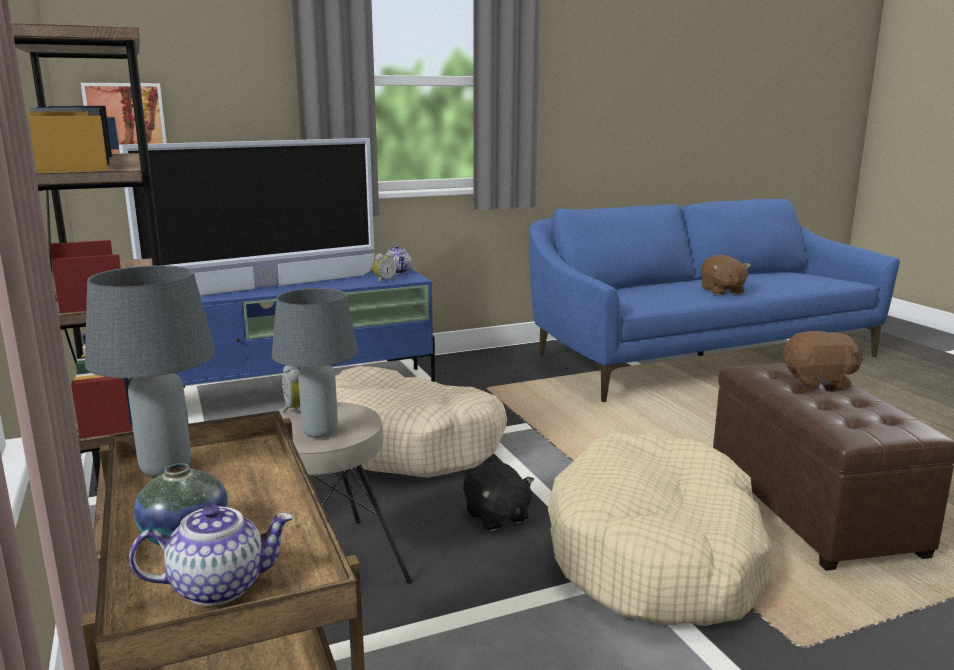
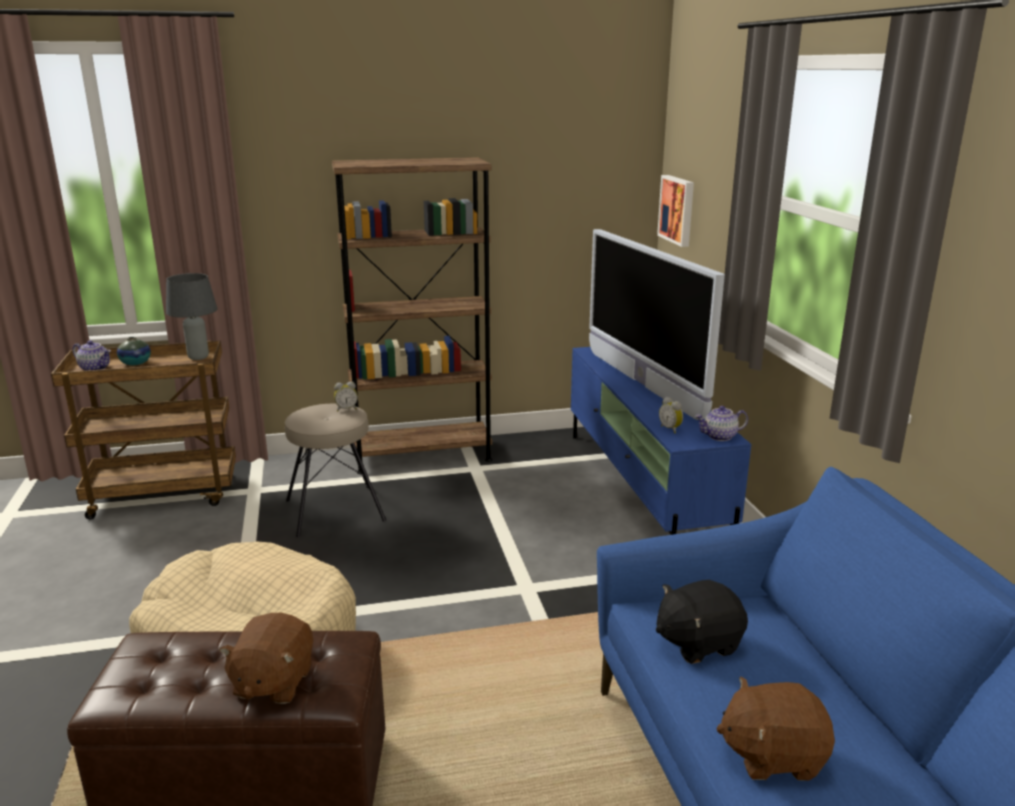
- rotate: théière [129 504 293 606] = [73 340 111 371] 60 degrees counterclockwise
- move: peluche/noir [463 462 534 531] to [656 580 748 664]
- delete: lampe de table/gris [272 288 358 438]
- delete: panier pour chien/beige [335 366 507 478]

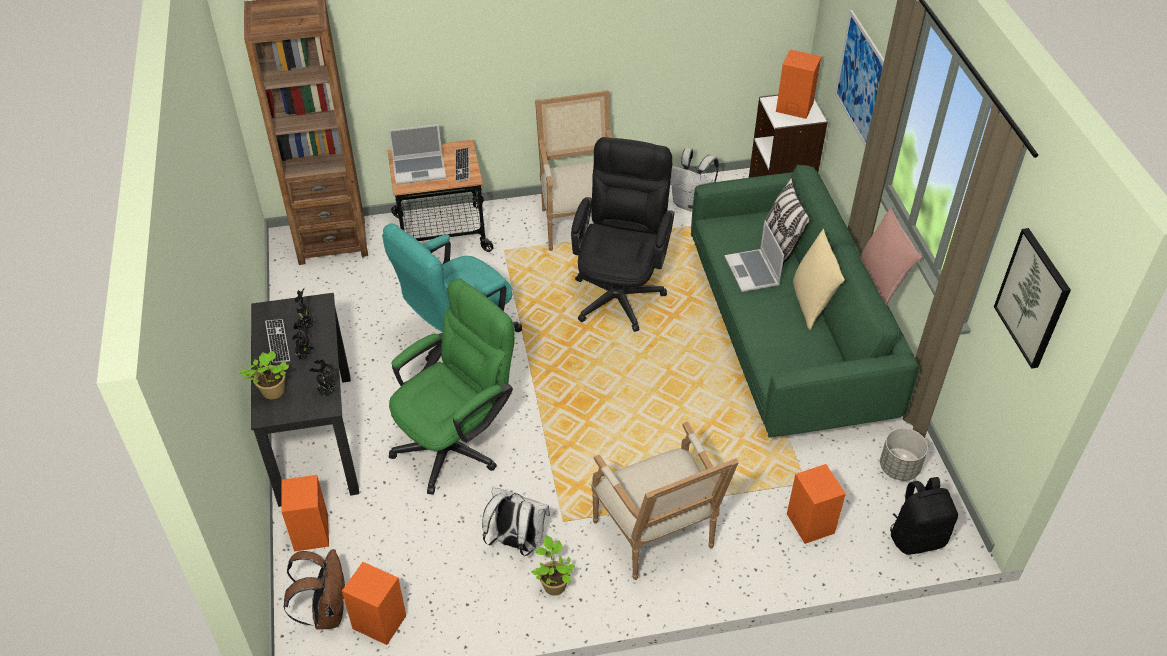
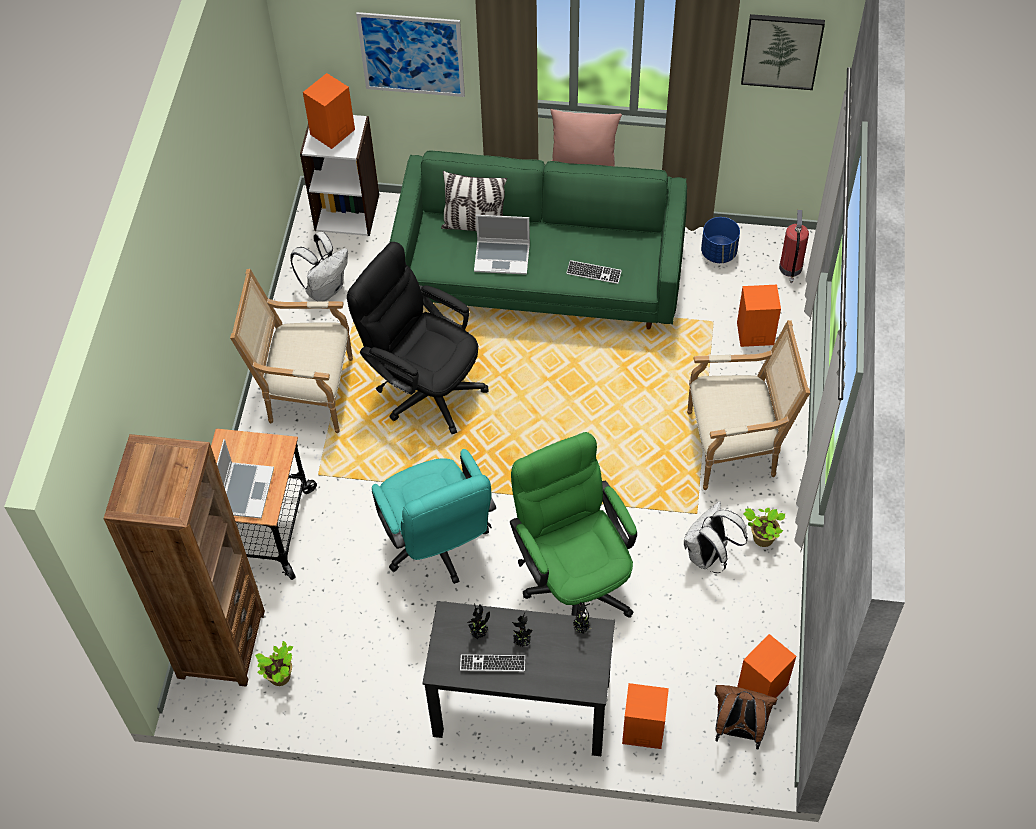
- move: plante en pot [239 351 289 399] to [255 641 293 686]
- move: clavier [455 147 470 182] to [566 260 622 284]
- recolor: cache-pot/gris [880 428 928 481] to cache-pot/bleu [701 217 740 263]
- replace: sac à dos/noir [890 477 958 555] to extincteur [779 210 809 283]
- delete: coussin/beige [793 229 845 330]

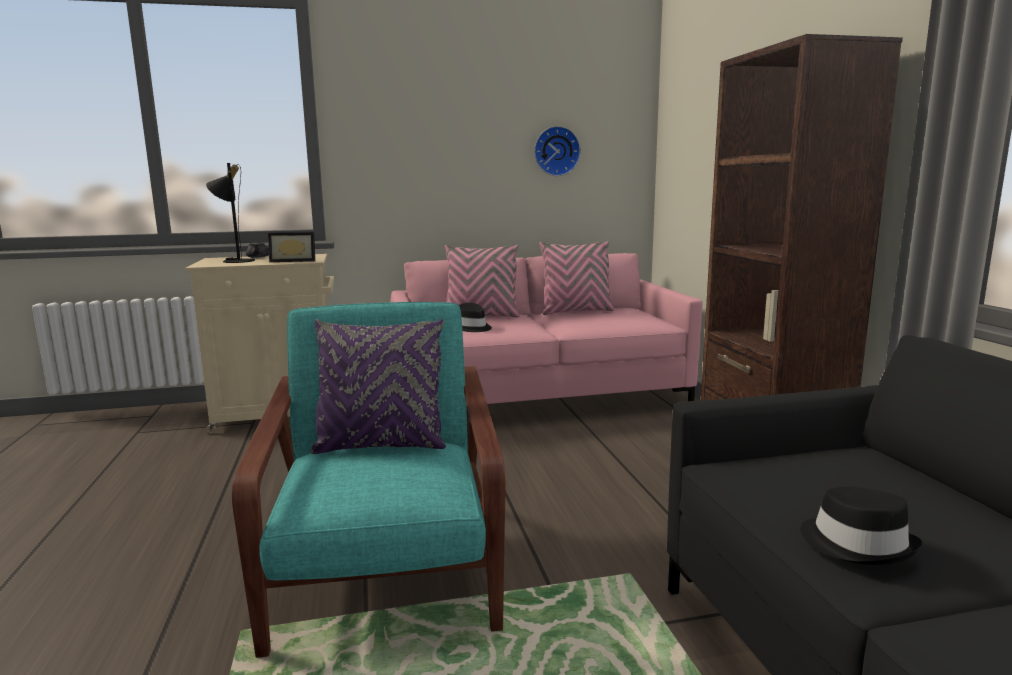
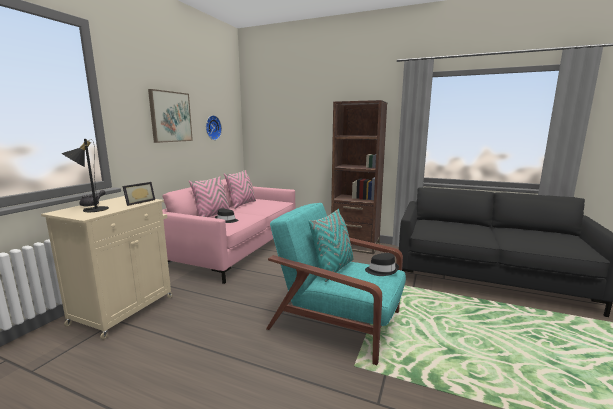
- insert: tableau [148 89 193 143]
- recolor: coussin/violet [310 319 446 454] to coussin/turquoise [308 209 354 282]
- move: chapeau/noir [800 487 923 565] to [365 253 399 276]

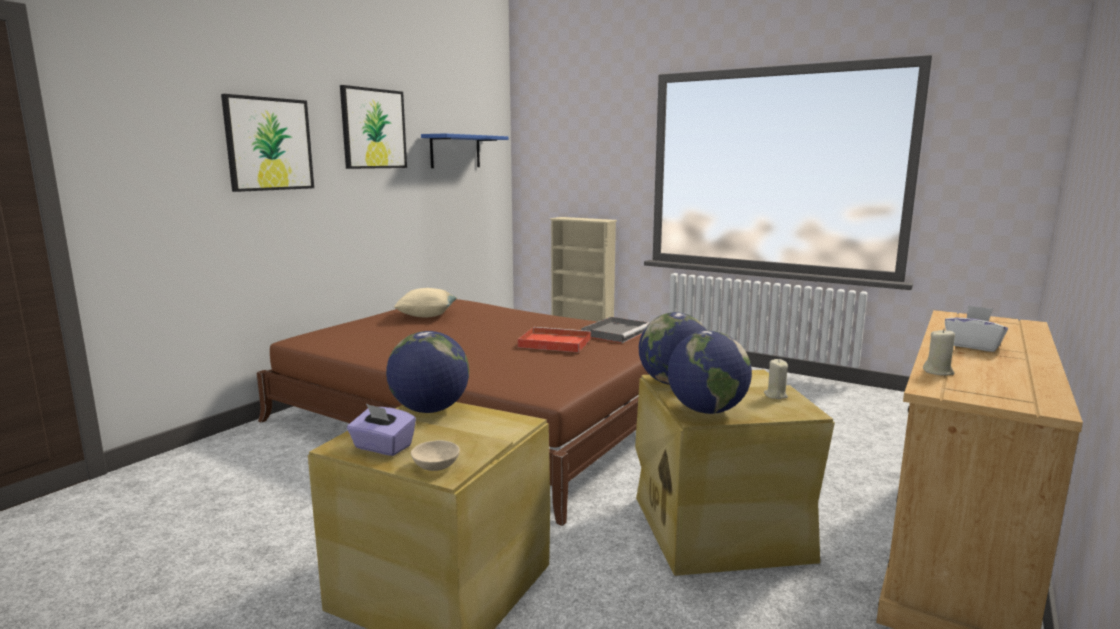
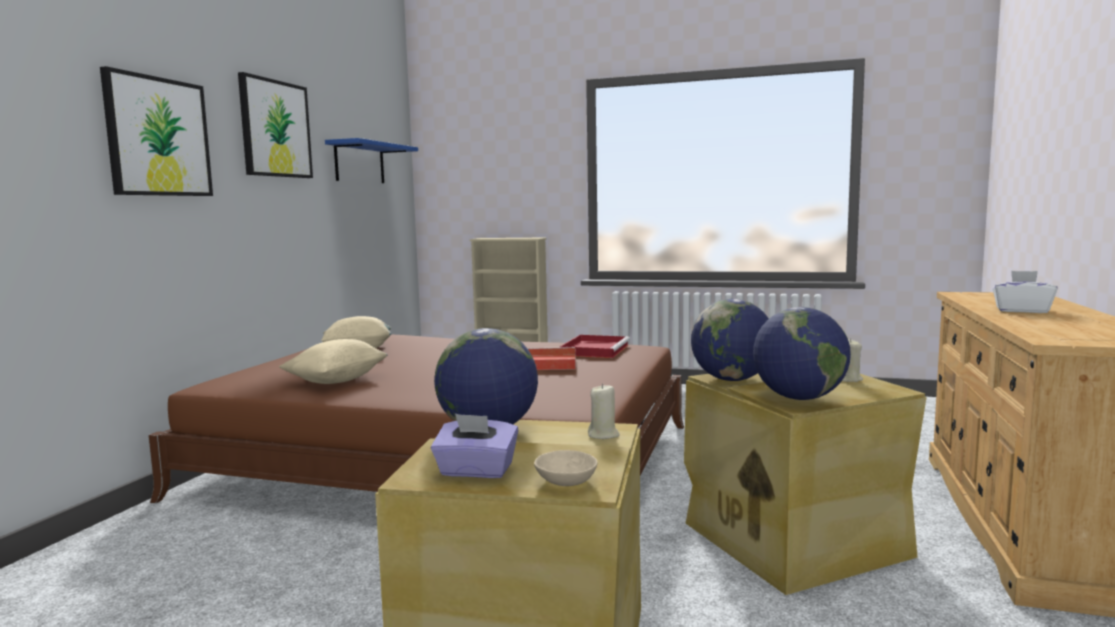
- insert: coussin/beige [279 339 387 384]
- recolor: plateau/gris [581 317 650 343] to plateau/rouge [560 335 630 358]
- move: bougie/beige [923 329 955 375] to [588 384 620 439]

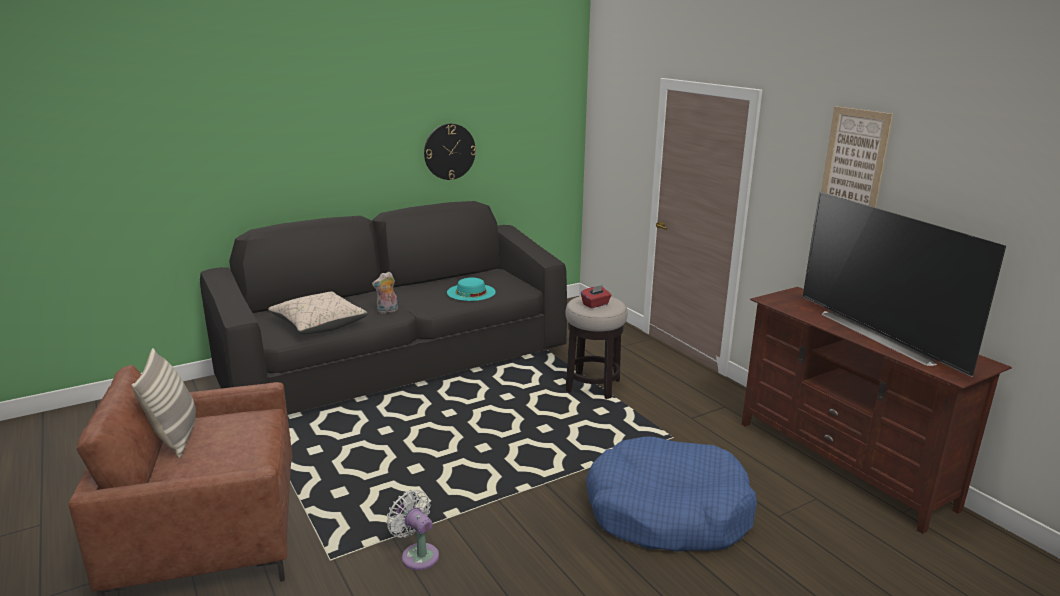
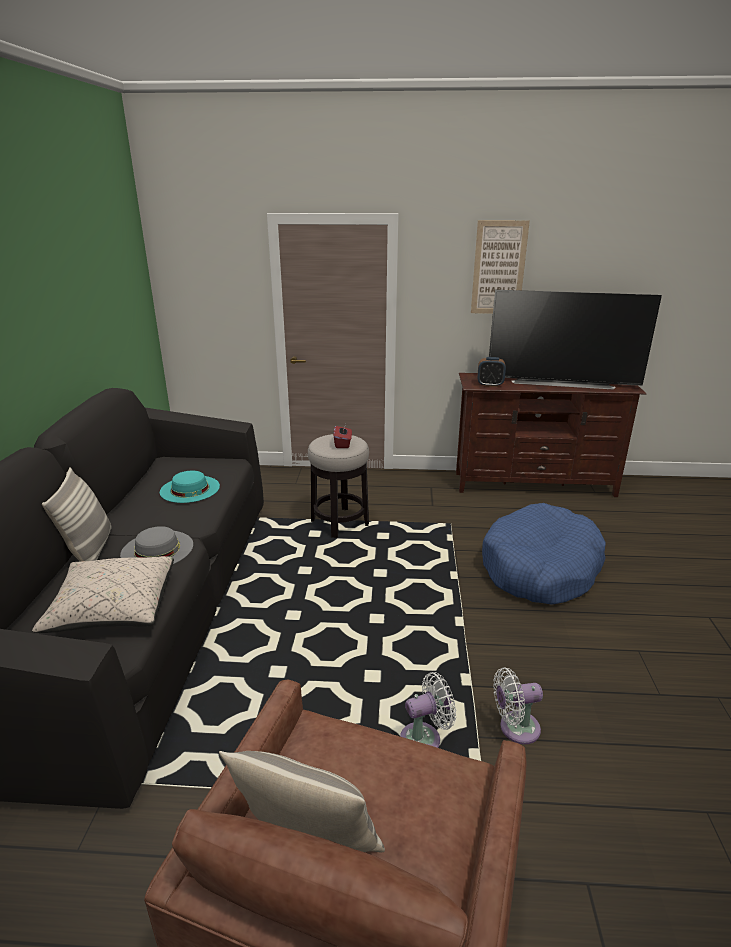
- insert: coussin [42 467 112 561]
- replace: peluche [372 272 398 314] to chapeau/gris [120 526 193 564]
- insert: ventilateur/blanc [400 672 456 748]
- insert: réveil [478 357 506 387]
- delete: horloge murale [424 124 476 180]

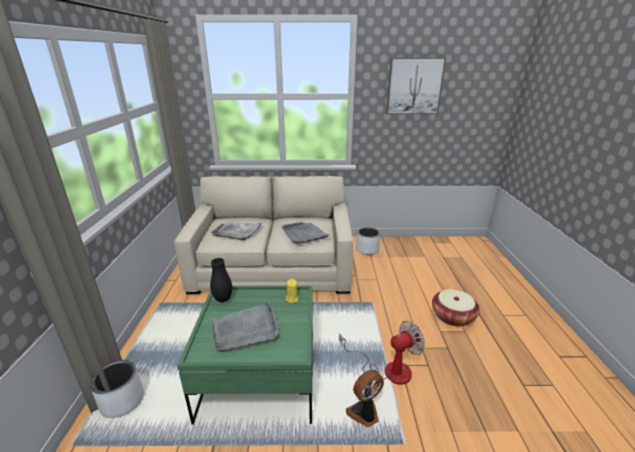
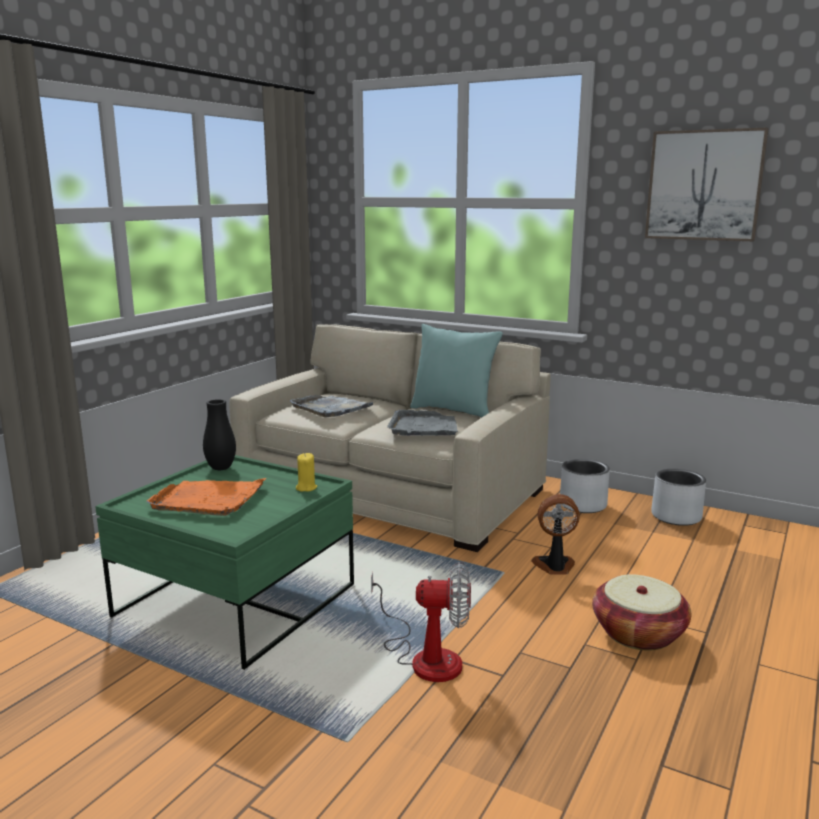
- recolor: plateau/gris [213 301 279 352] to plateau/orange [146 478 267 516]
- insert: coussin/turquoise [410 324 503 418]
- move: ventilateur [346 369 384 427] to [531 494 580 575]
- move: cache-pot/gris [90 360 144 418] to [651 469 706 526]

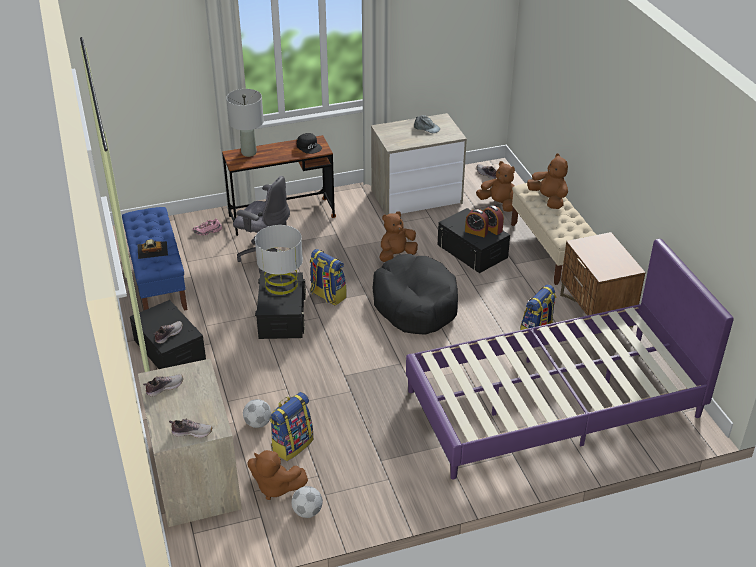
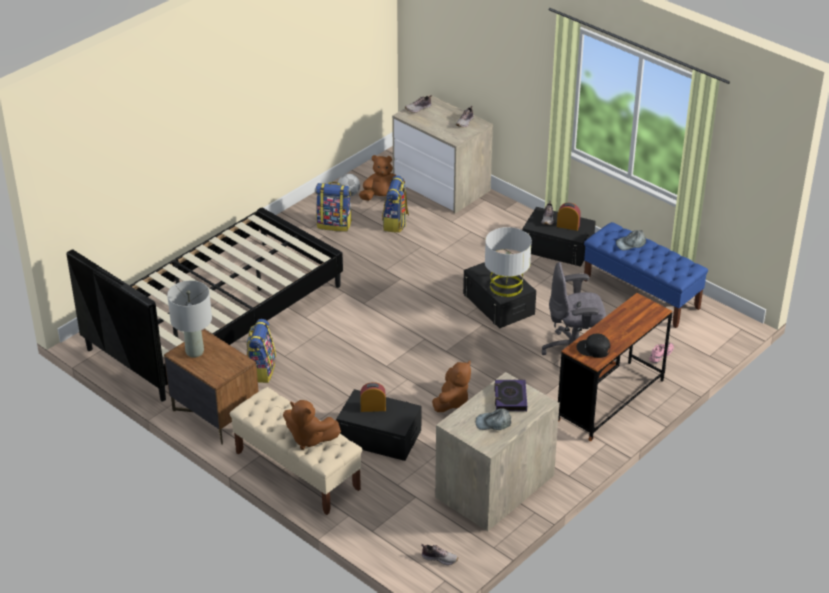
- recolor: lit/violet [406 239 734 479] to lit/noir [67 208 343 402]
- move: lampe de table/gris [226 89 264 157] to [167 281 212 358]
- move: sac à dos [310 249 346 306] to [316 182 352 232]
- insert: livre [494 380 527 411]
- move: réveil [483 205 504 235] to [557 203 581 231]
- replace: petite voiture [138 239 168 259] to casquette/gris [616 230 646 250]
- delete: ballon de foot [243 399 271 428]
- delete: panier pour chien/noir [372 254 458 335]
- delete: peluche/marron [476 161 515 212]

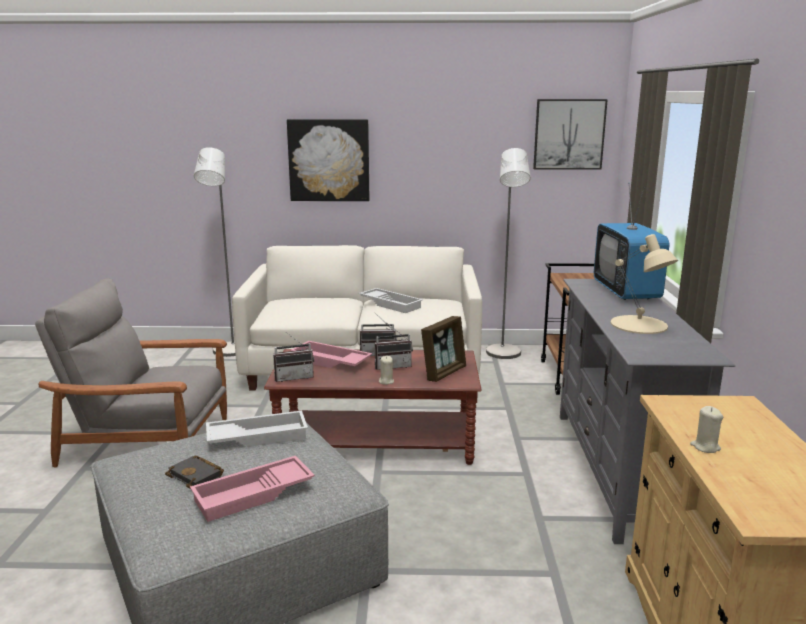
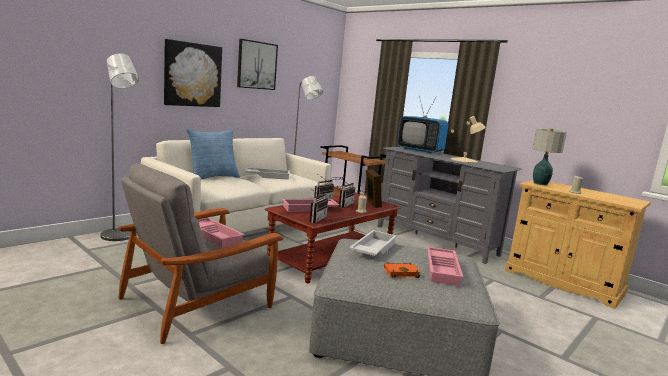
- insert: coussin [186 129 240 179]
- insert: plateau/rose [197 217 245 248]
- move: tableau [533 99 608 170] to [237 39 278 90]
- recolor: livre/noir [165 455 224 489] to livre/orange [384 262 421 278]
- insert: lampe de table [532 128 567 185]

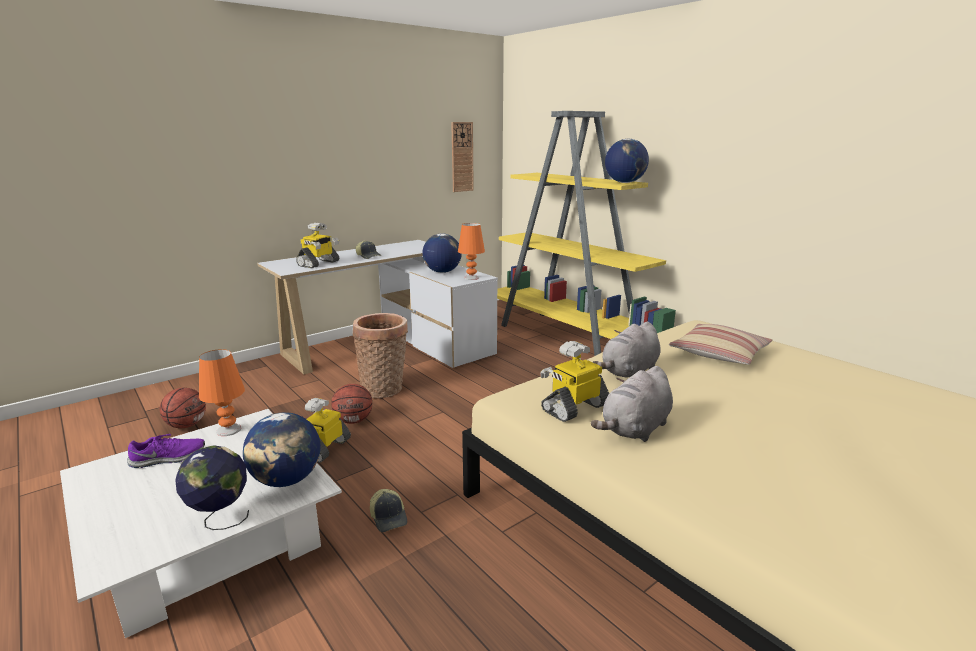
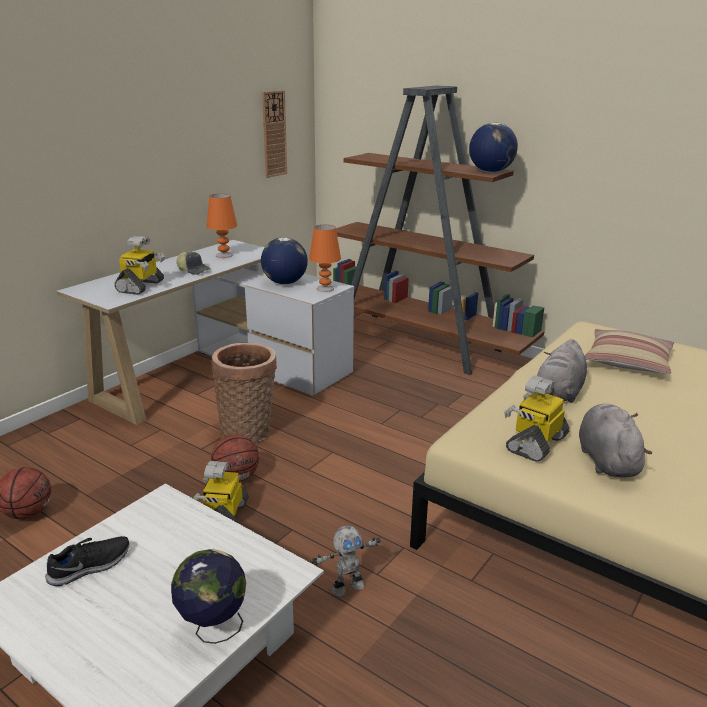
- recolor: chaussure/violet [127 434 205 468] to chaussure/noir [45 536 129 586]
- move: lampe de table/orange [199 349 245 436] to [207 194 237 258]
- replace: casquette [370 489 408 532] to robot jouet [312 526 381 596]
- recolor: bibliothèque/jaune [497 111 676 356] to bibliothèque/marron [333 86 545 375]
- rotate: peluche/gris [591 366 673 442] = [579 404 652 478] 150 degrees clockwise
- delete: globe [243 412 321 487]

